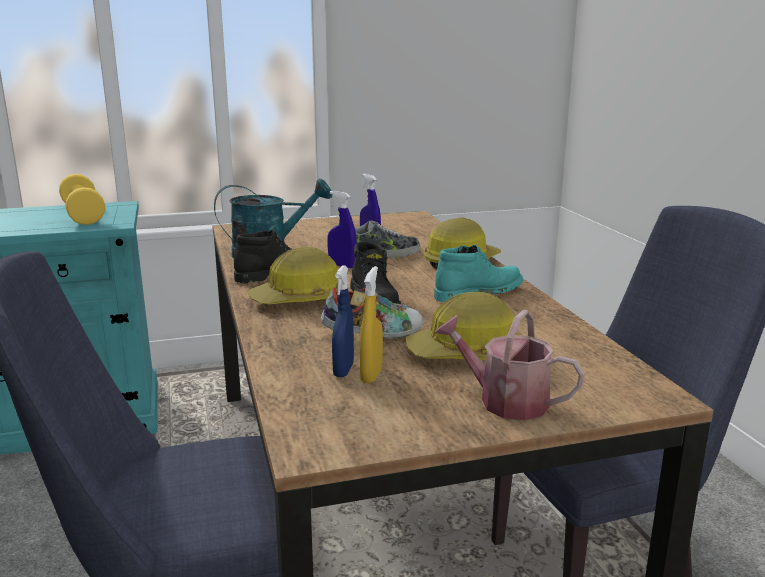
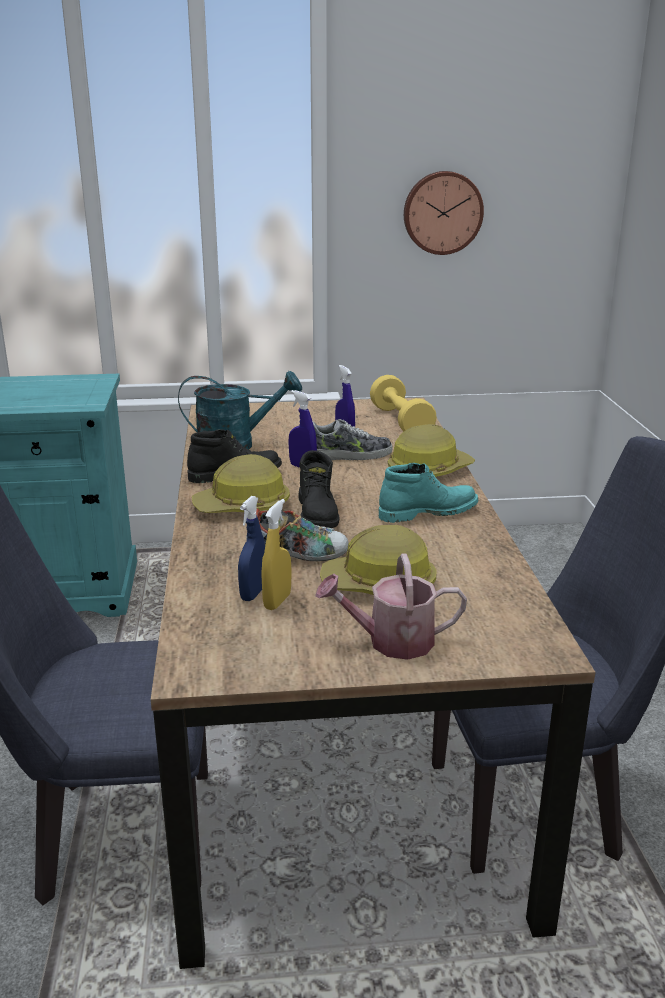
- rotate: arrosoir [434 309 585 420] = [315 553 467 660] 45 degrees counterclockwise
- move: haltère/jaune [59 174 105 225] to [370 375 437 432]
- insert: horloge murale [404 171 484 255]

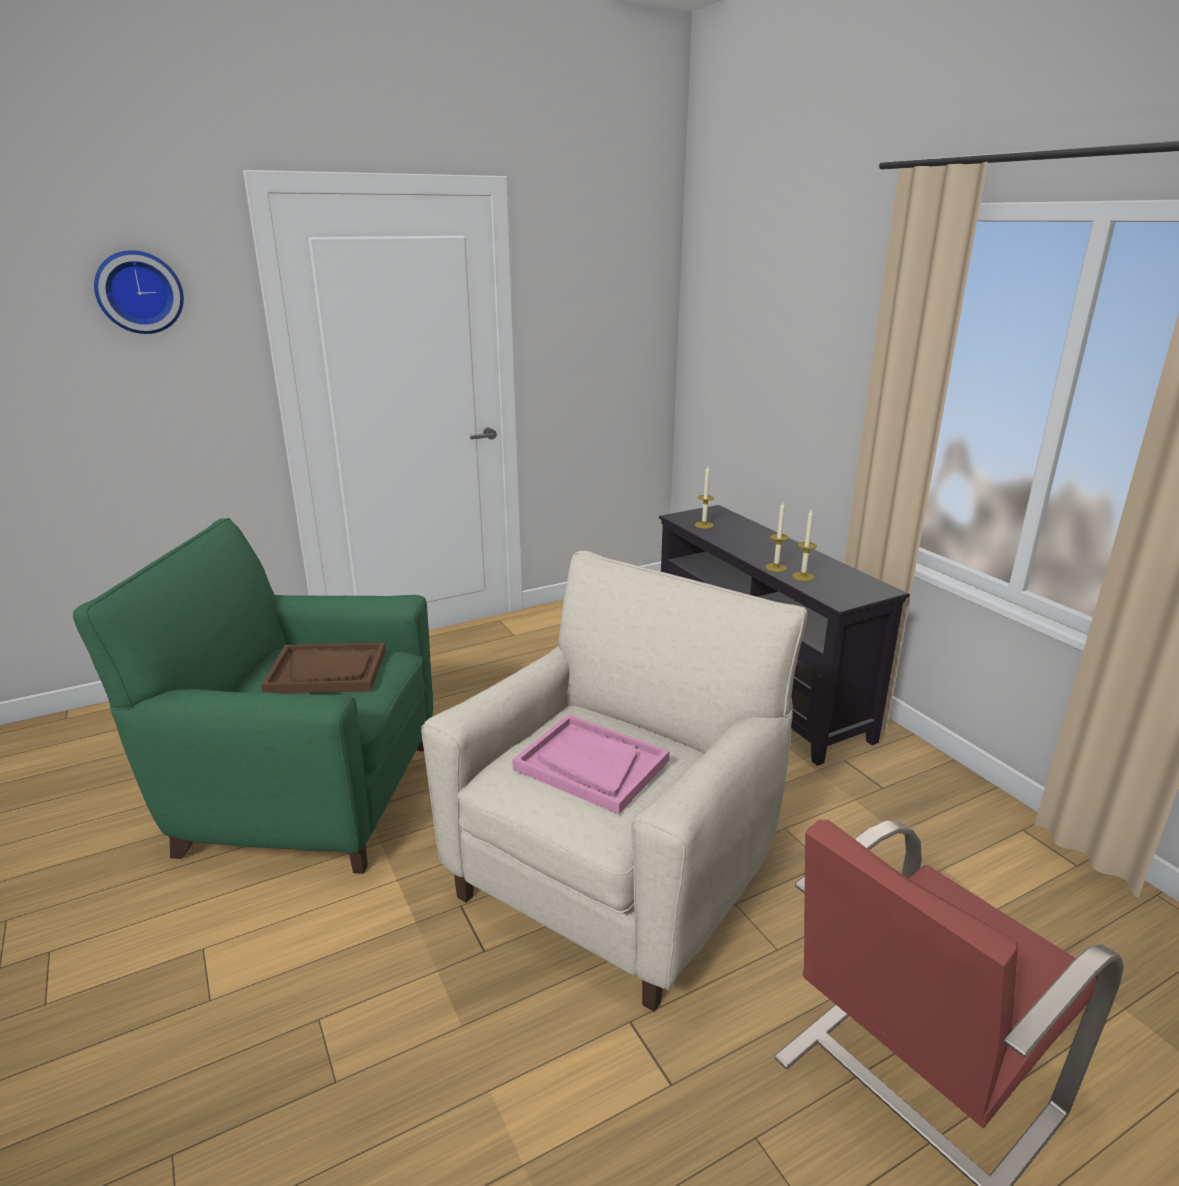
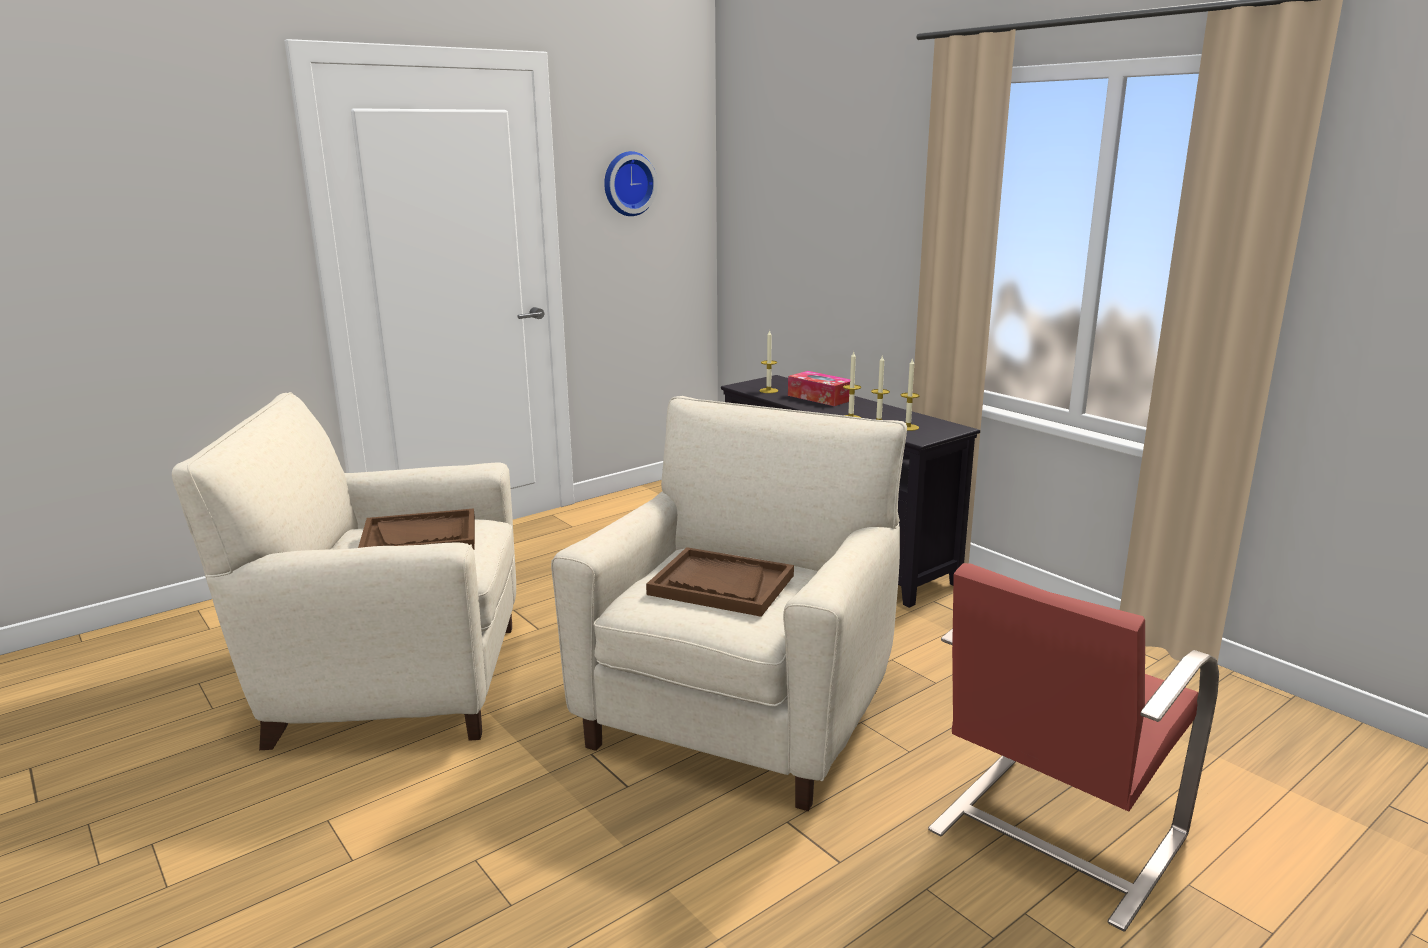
- recolor: fauteuil/vert [73 518 433 874] to fauteuil/beige [172 392 516 750]
- move: horloge murale [94 250 184 334] to [604 151 658 216]
- recolor: plateau/rose [512 714 670 814] to plateau/marron [646 547 794 617]
- insert: boîte à mouchoirs [788 371 850 406]
- insert: bougie [901 359 920 431]

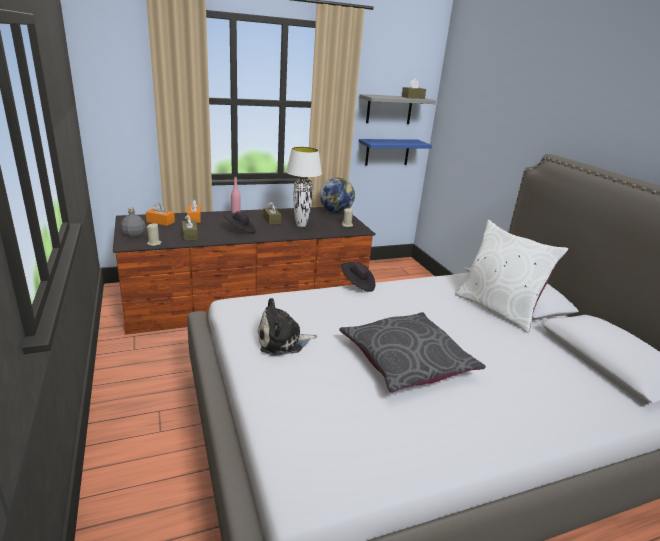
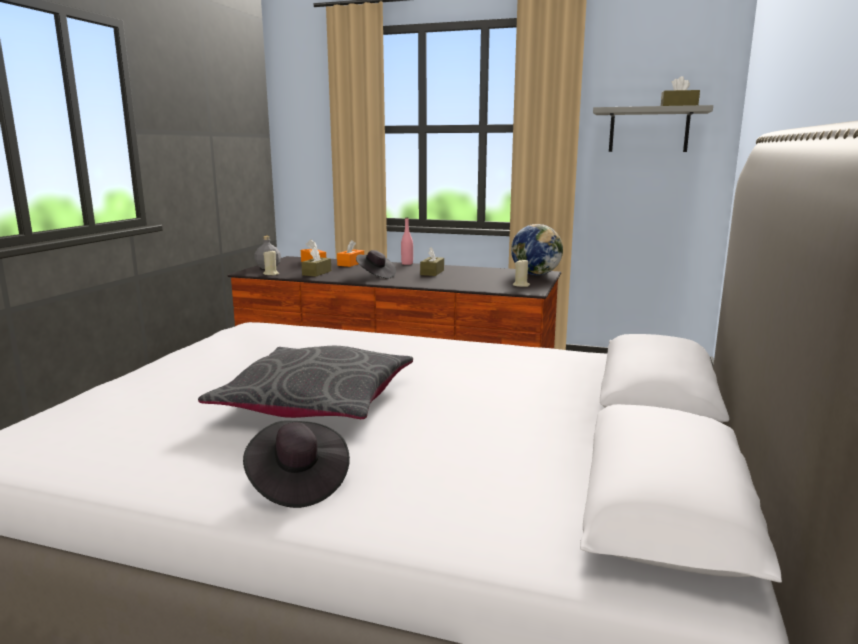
- move: chapeau/noir [341 262 375 292] to [243 420 350 508]
- delete: peluche [258 298 317 356]
- delete: lampe de table/blanc [286 147 322 227]
- delete: étagère/bleu [359 139 432 166]
- delete: coussin/blanc [455 220 568 333]

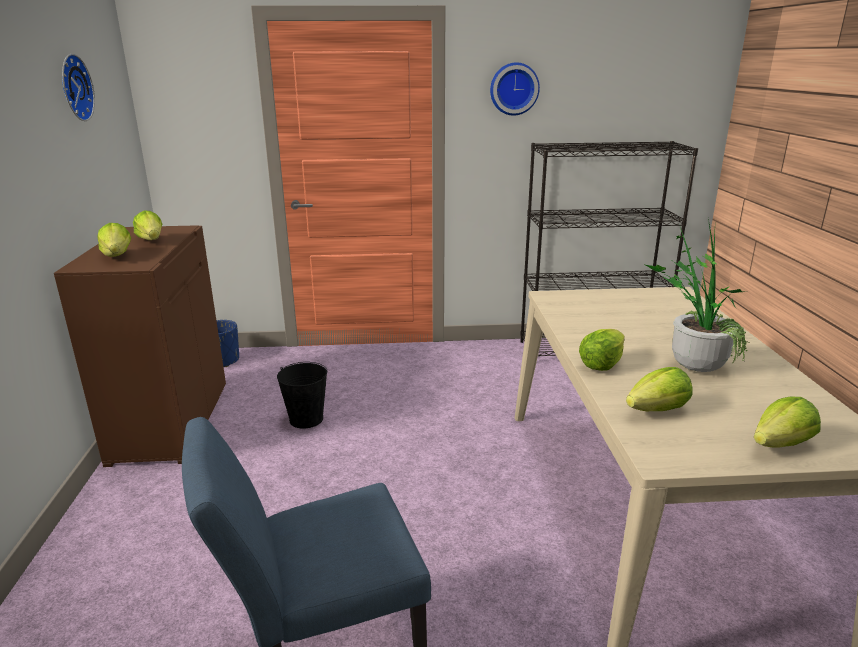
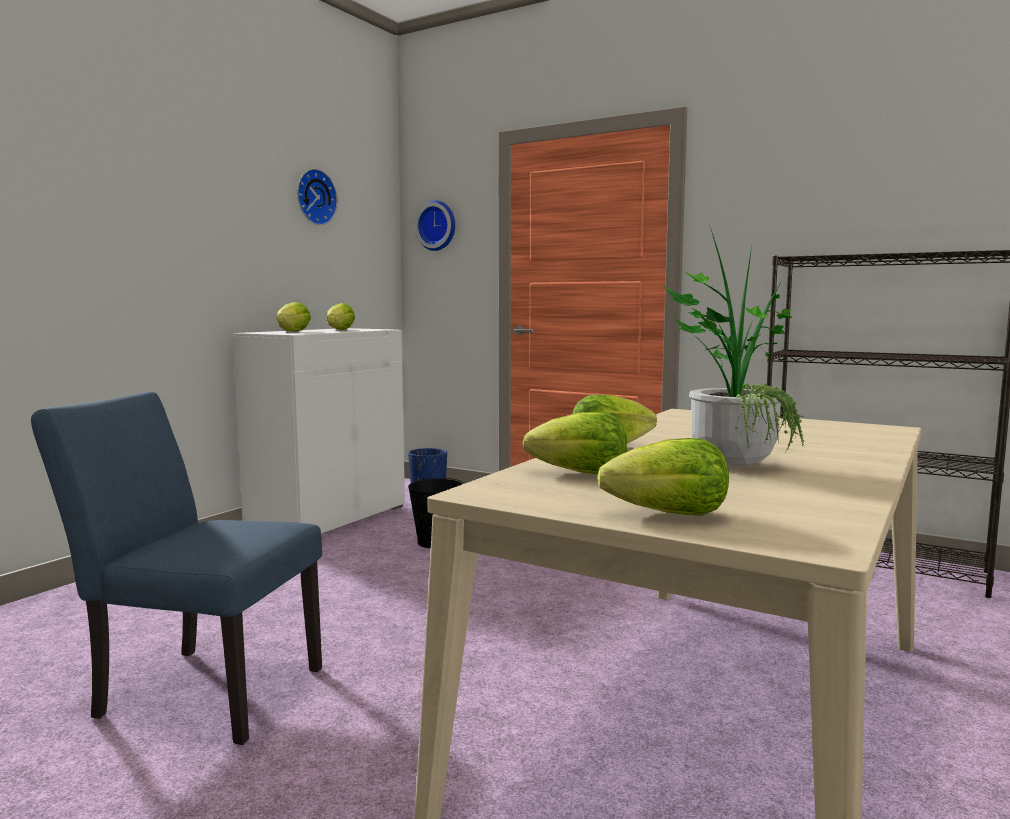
- recolor: meuble de rangement/marron [54 225 226 467] to meuble de rangement/blanc [233 328 405 533]
- move: horloge murale [490 62 540 116] to [415 200 455 251]

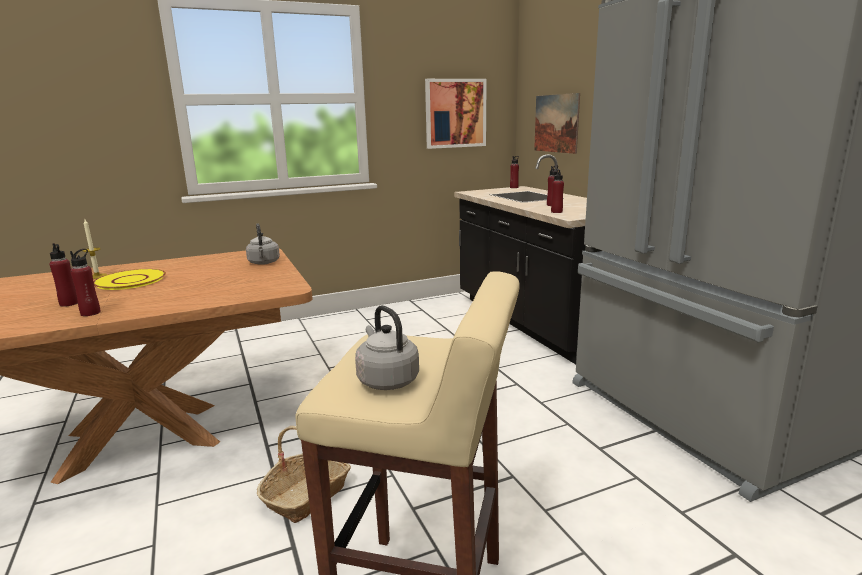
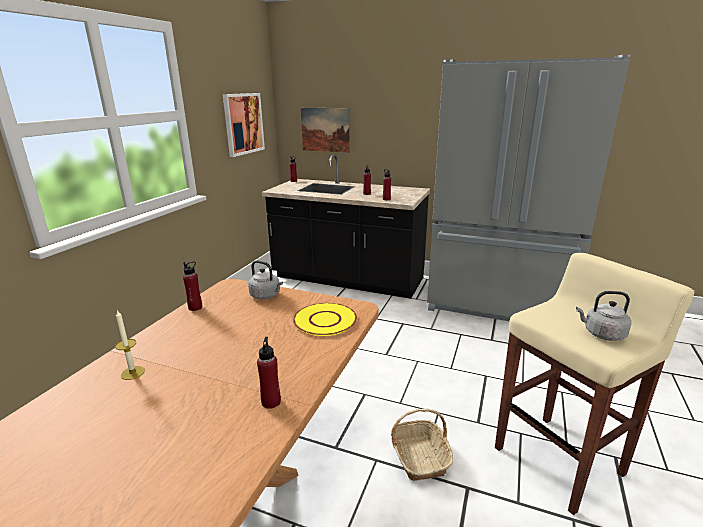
- move: bouteille/rouge [49 243 78 307] to [183 261 202 311]
- move: assiette/jaune [93 269 166 290] to [293 303 357 336]

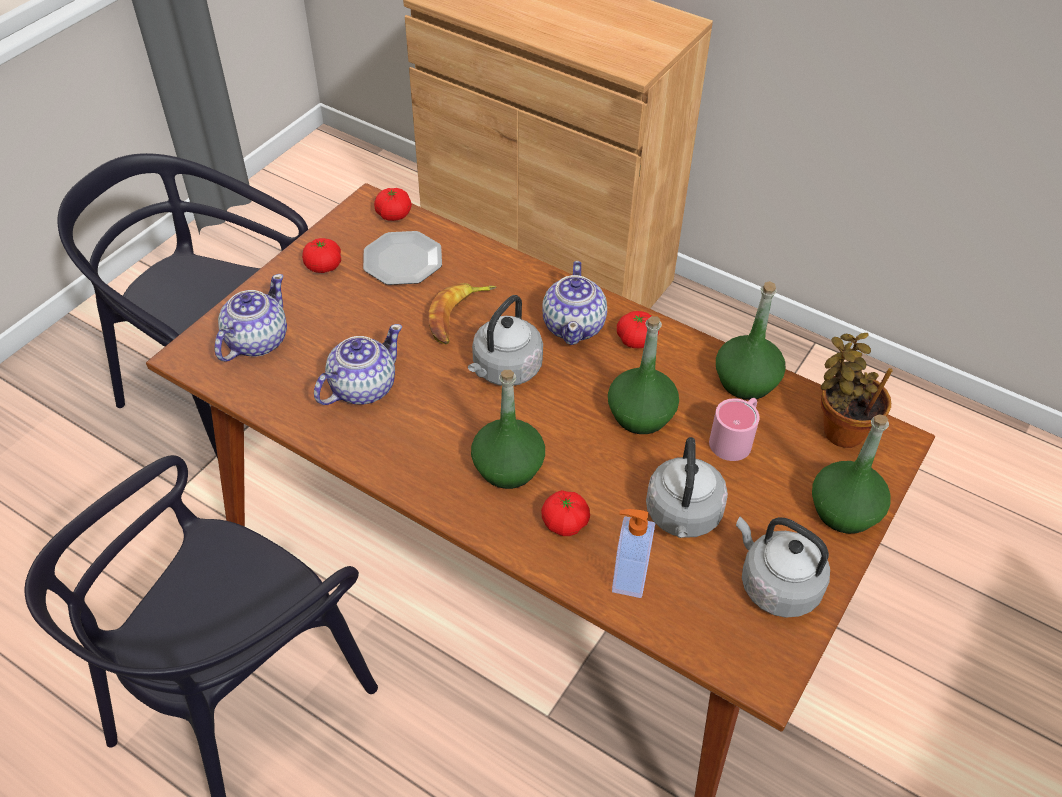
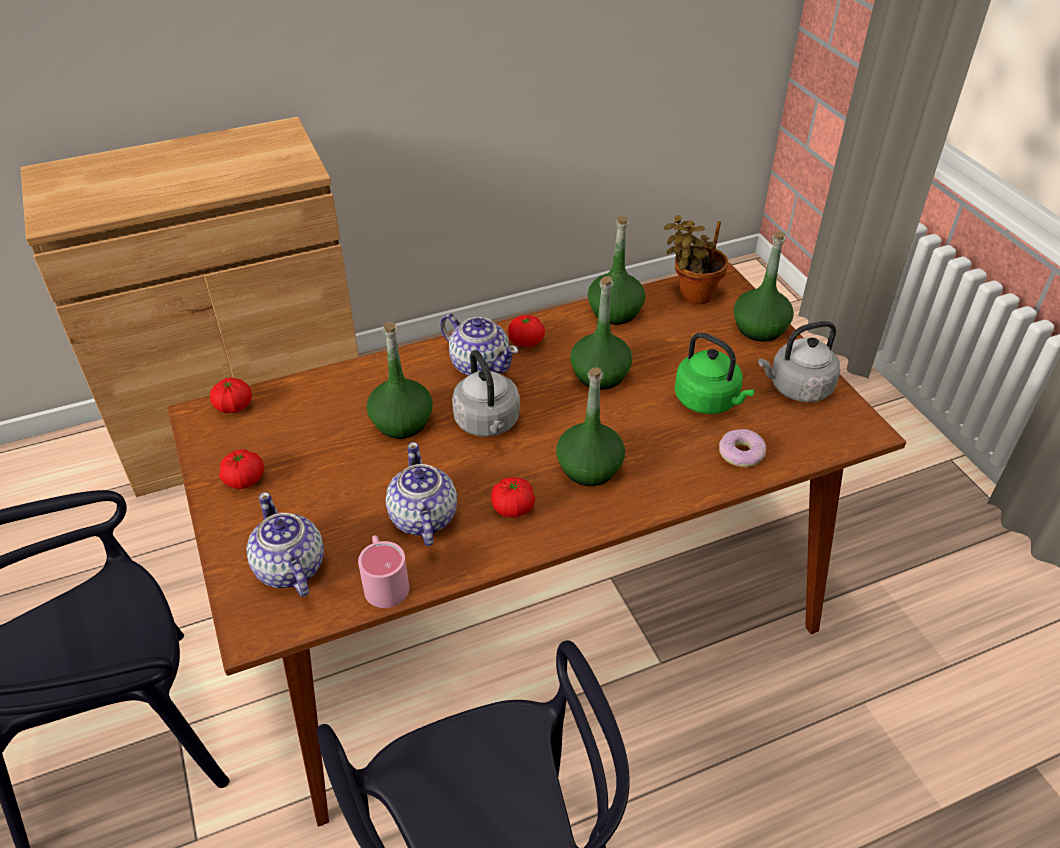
- move: mug/rose [709 398 760 461] to [358 535 409 608]
- replace: banane [428 283 496 344] to bouteille/vert [367 322 433 439]
- move: tomate [541 490 590 536] to [491 477 535 518]
- recolor: bouilloire/gris [646 437 728 538] to bouilloire/vert [674 332 755 414]
- replace: distributeur de savon [612 509 655 598] to beignet [719 429 766 467]
- delete: assiette [363 231 442 285]

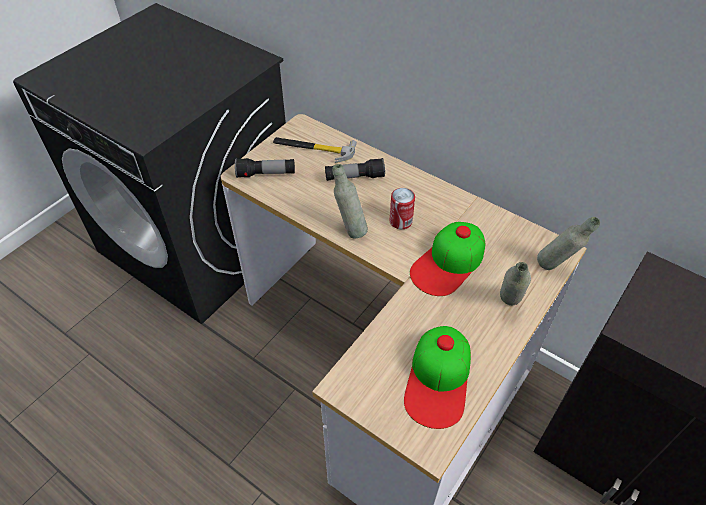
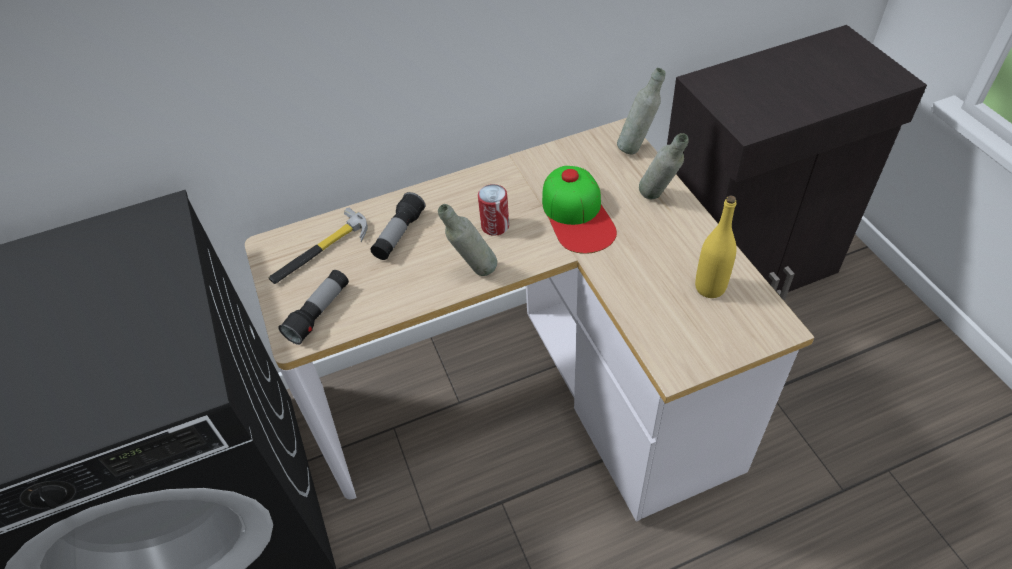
- replace: casquette [404 326 471 429] to bouteille/jaune [695 196 737 298]

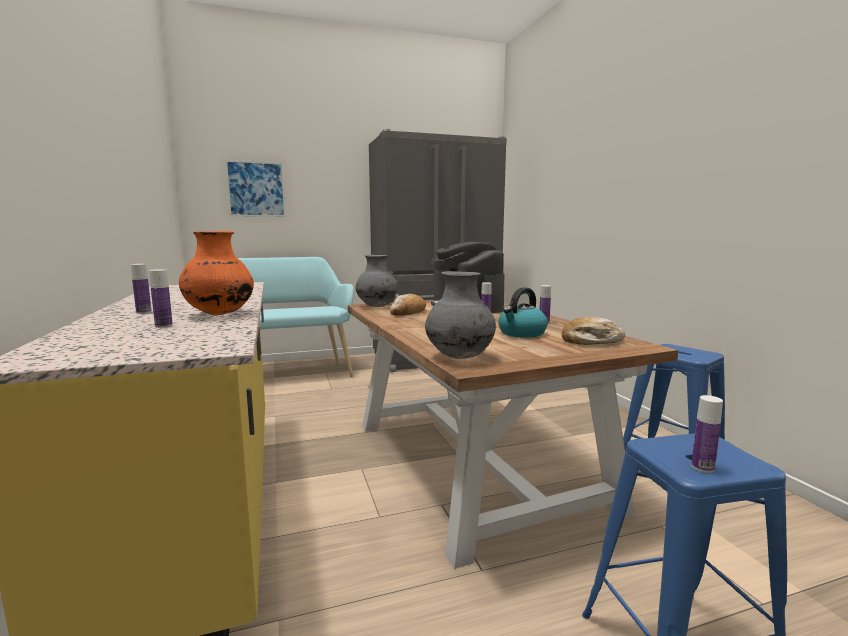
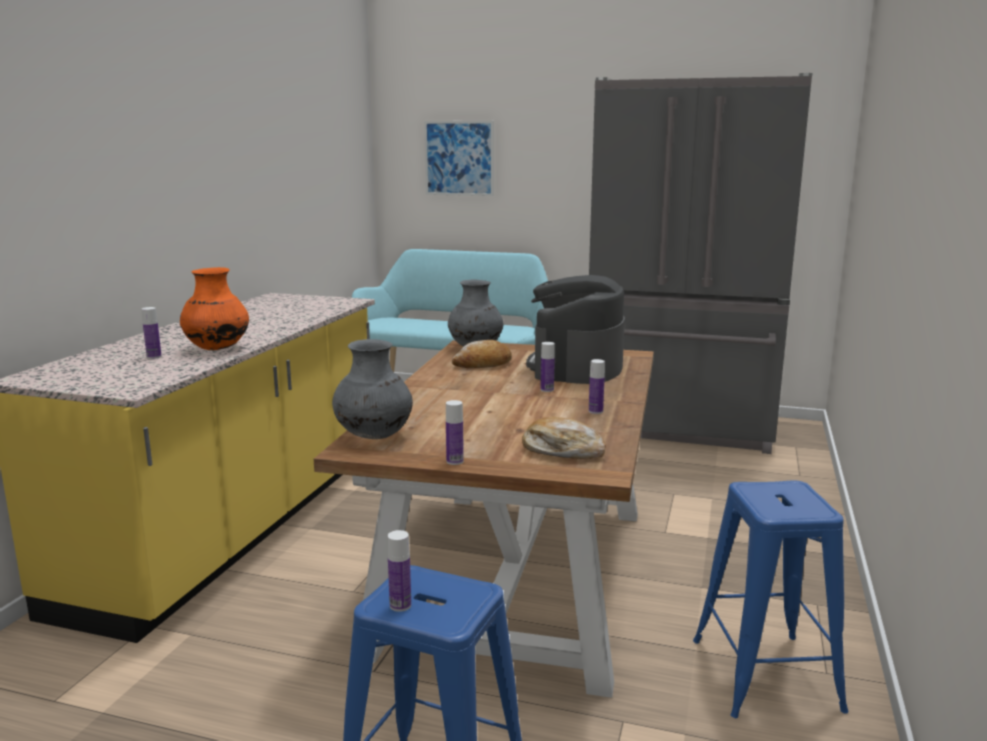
- move: bouteille [131 264 152 314] to [446 400 464 465]
- delete: bouilloire [498 287 548 338]

